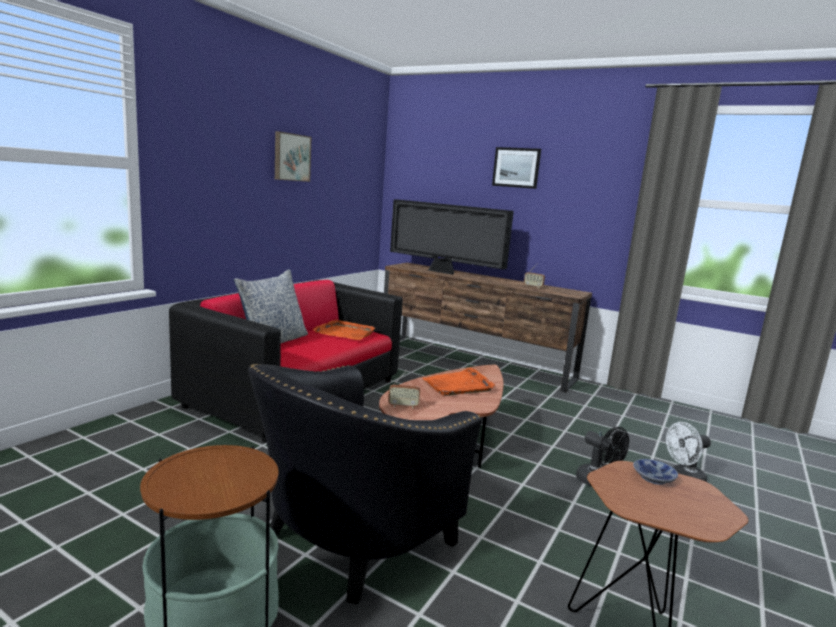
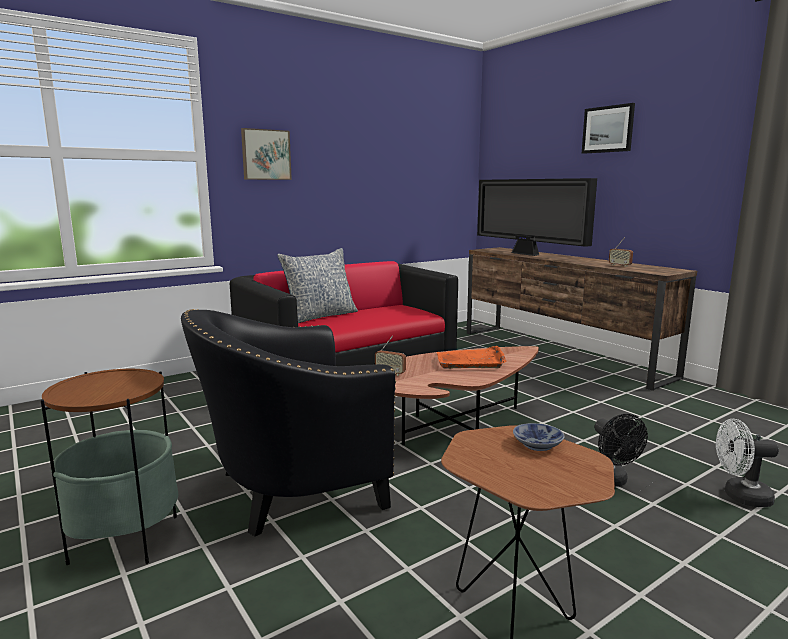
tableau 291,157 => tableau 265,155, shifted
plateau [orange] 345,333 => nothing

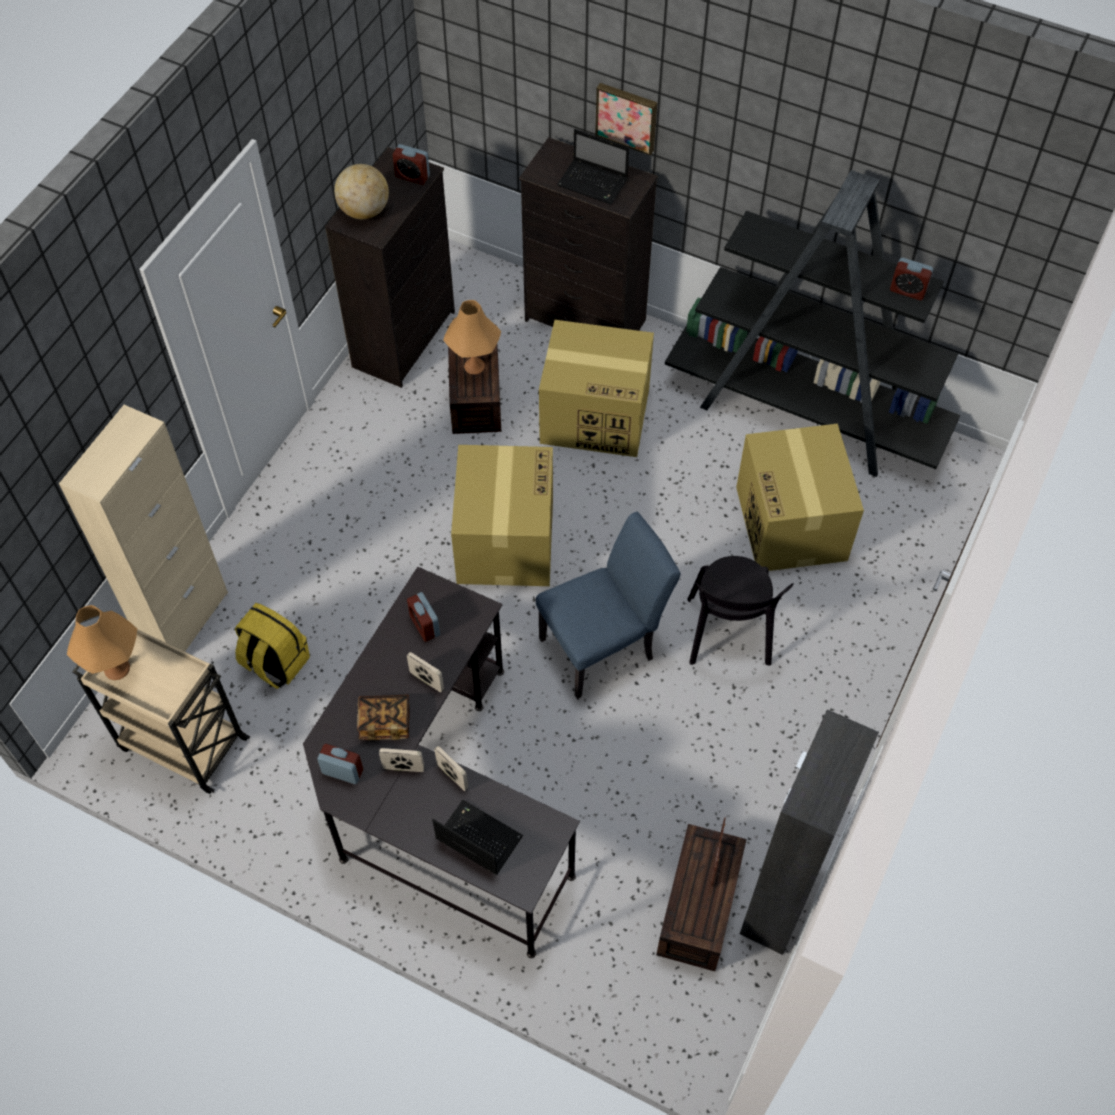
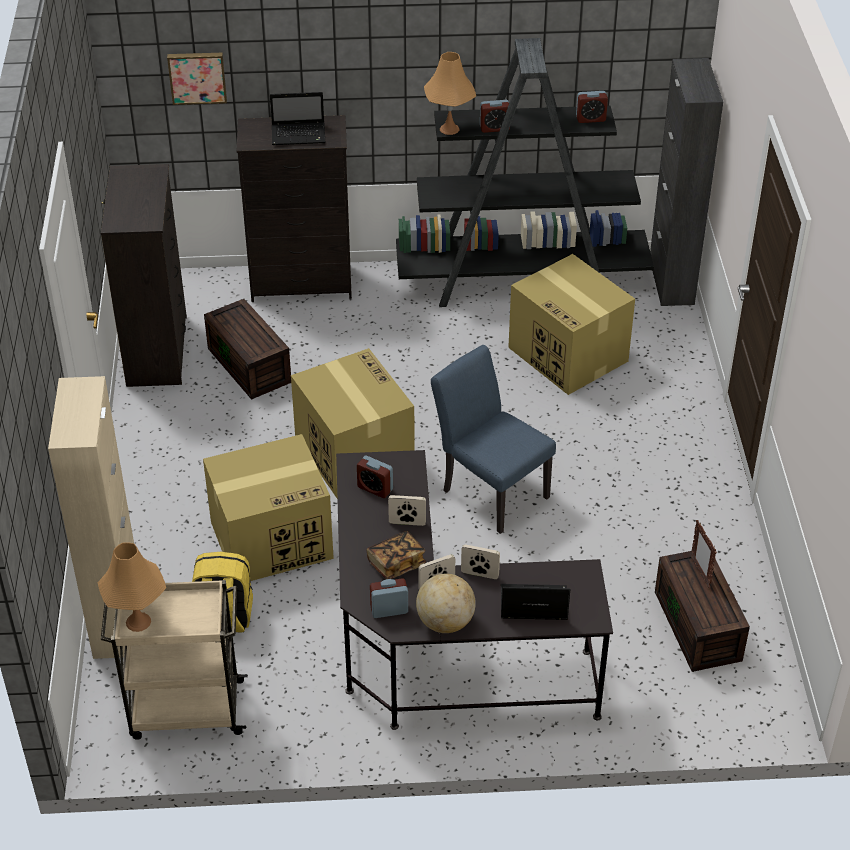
globe 364,211 => globe 445,622, shifted
réveil 412,176 => réveil 494,128, shifted
lampe de table [orange] 474,366 => lampe de table [orange] 449,129, shifted
chaise [bleu] 604,645 => chaise [bleu] 490,490, 75 degrees counterclockwise
carton 596,415 => carton 273,539, shifted
tableau 627,117 => tableau 197,77, shifted
chaise [noir] 728,635 => nothing
meuble de rangement [noir] 780,899 => meuble de rangement [noir] 671,282, shifted

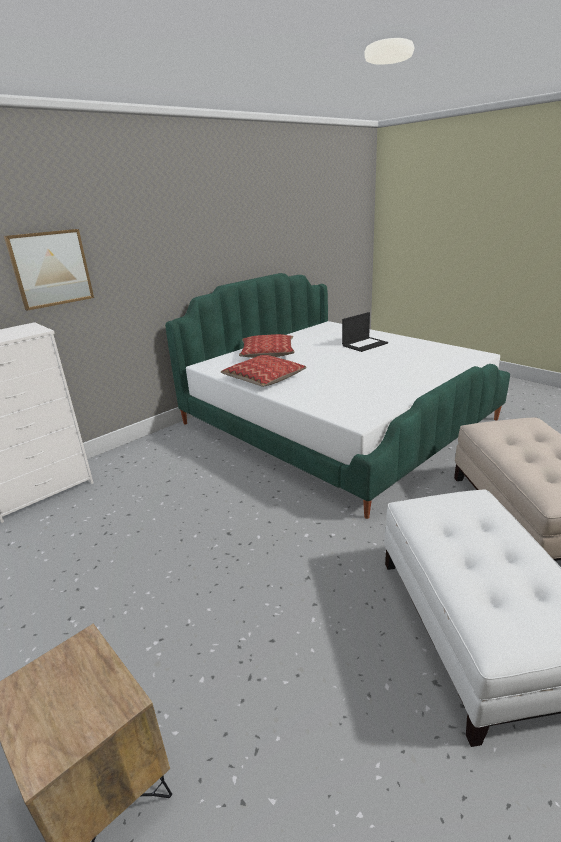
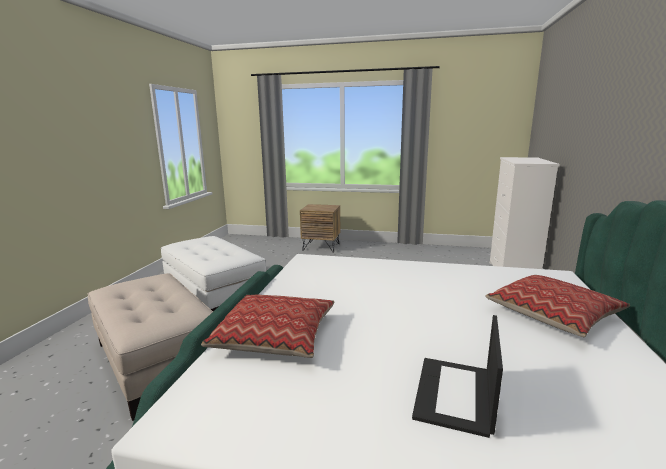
tableau 51,268 => nothing
coussin 264,378 => coussin 275,335, shifted

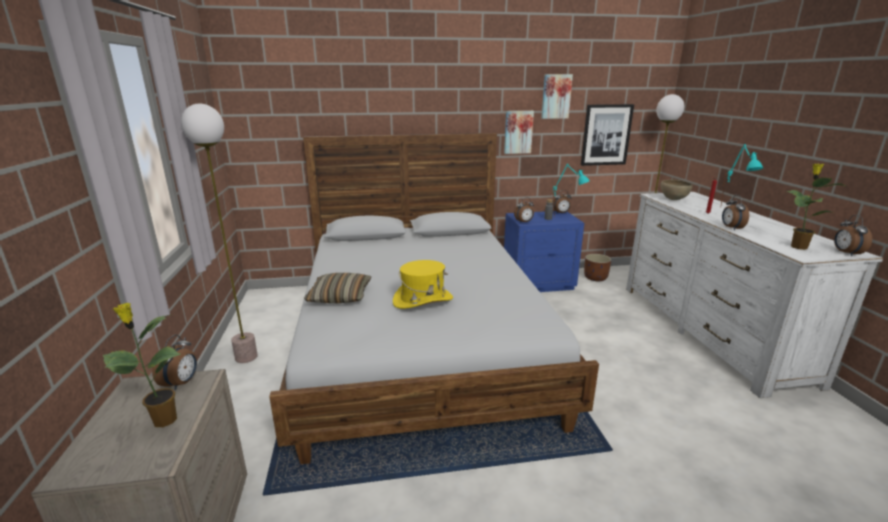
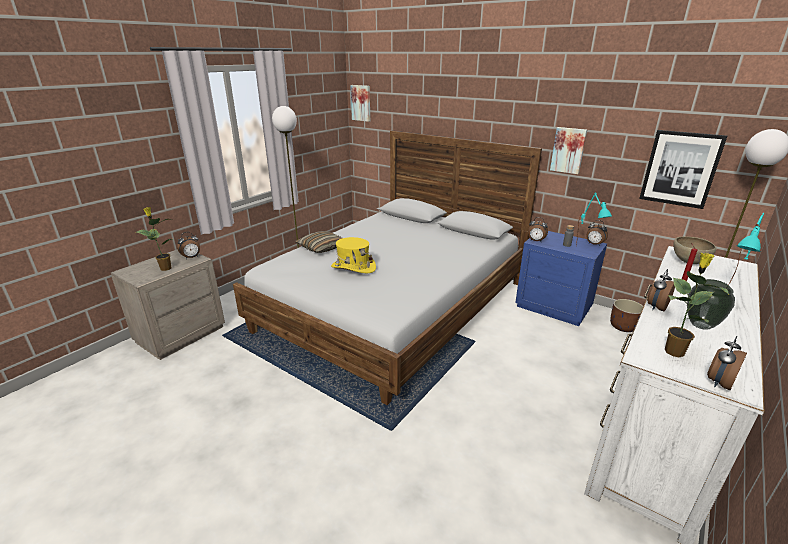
tableau 556,96 => tableau 361,103, shifted
nothing => vase 700,325

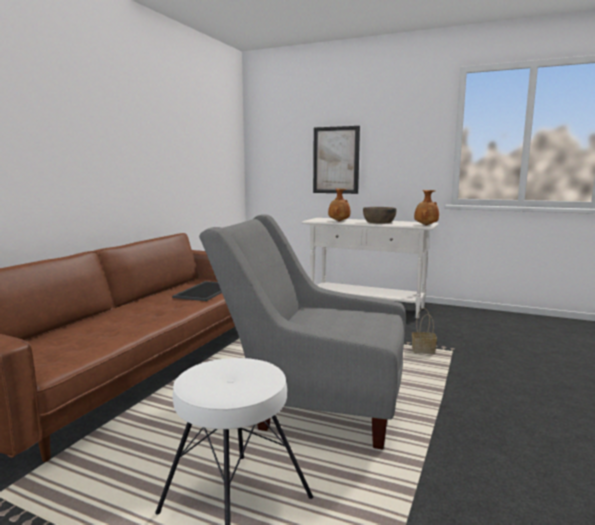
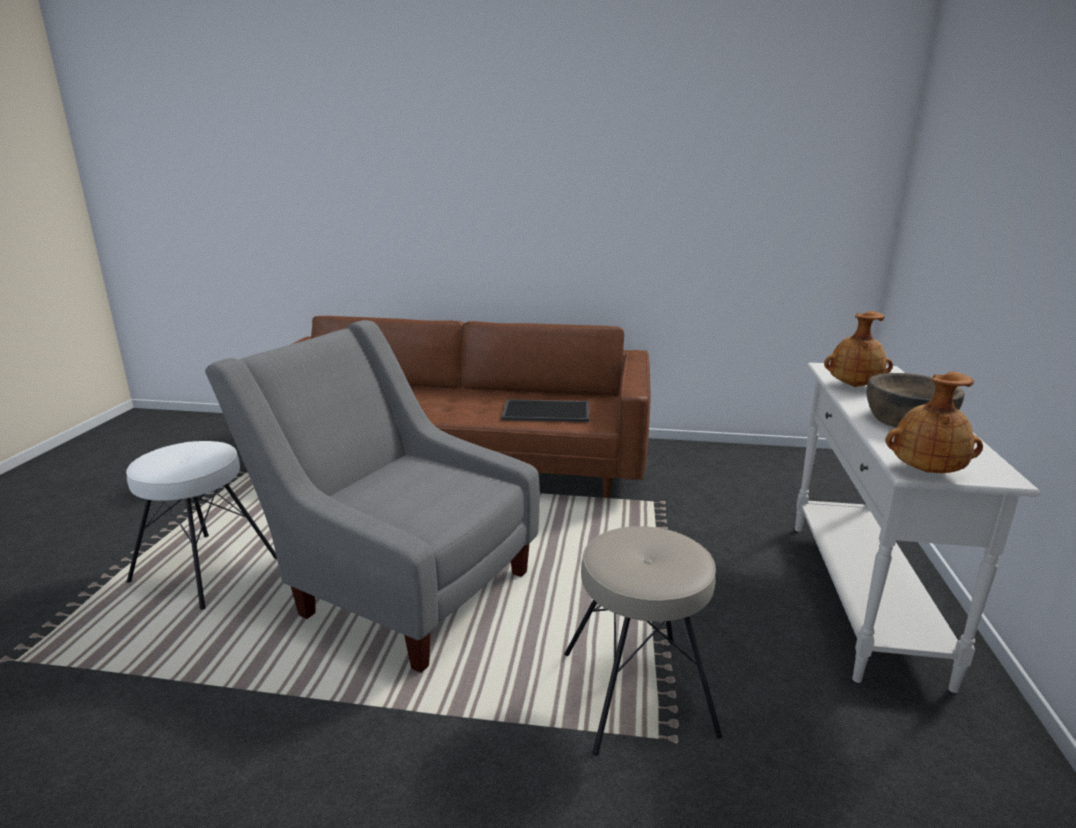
fauteuil [gris] 313,401 => fauteuil [gris] 398,585, 60 degrees counterclockwise
tableau 336,160 => nothing
panier 424,350 => tabouret [beige] 638,691

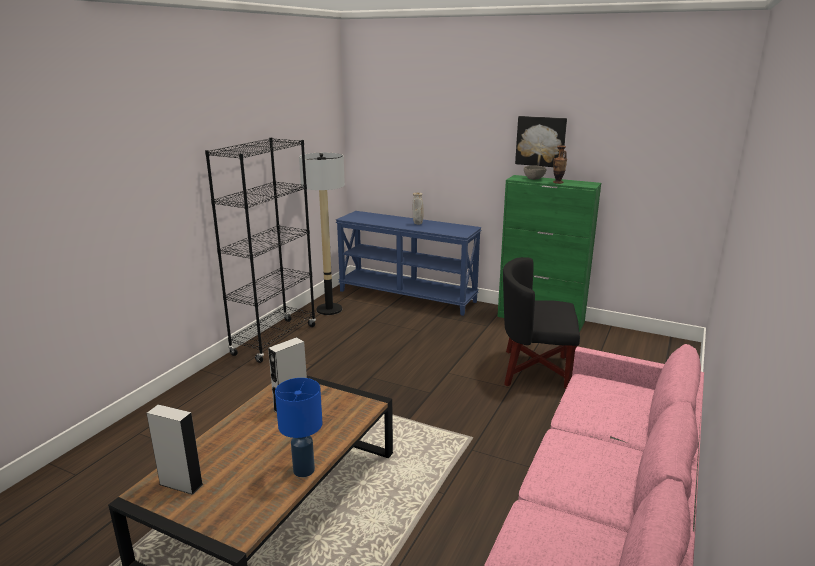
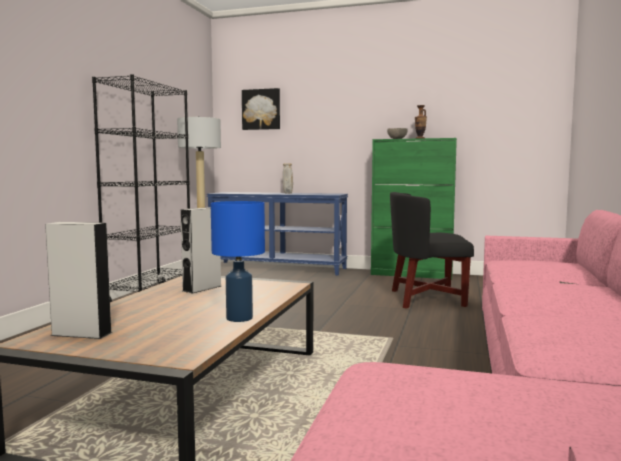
tableau 541,141 => tableau 261,109, shifted

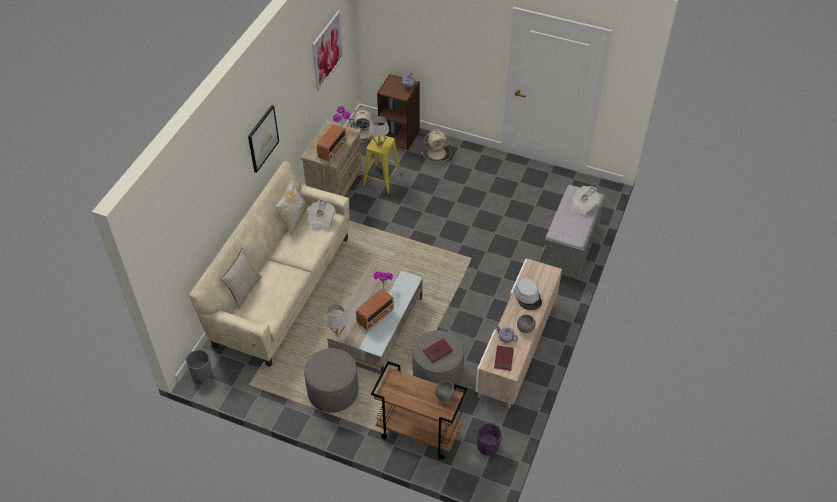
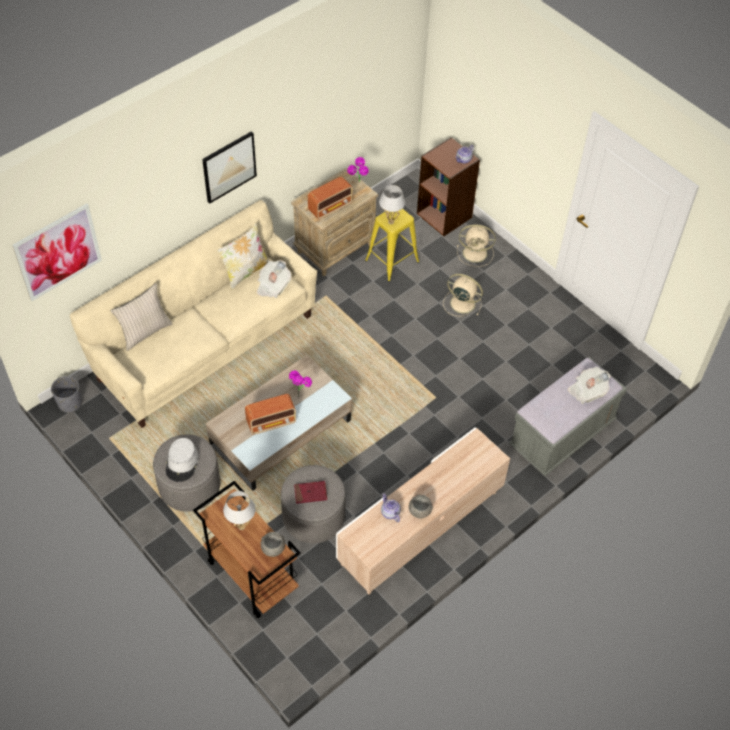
tableau 327,50 => tableau 58,252, shifted
lampe de table [blanc] 337,334 => lampe de table [blanc] 241,526, shifted
ventilateur [beige] 362,132 => ventilateur [beige] 461,303, shifted
cache-pot [violet] 488,446 => nothing
livre [rouge] 503,359 => nothing
chapeau [gris] 527,297 => chapeau [gris] 182,463, shifted

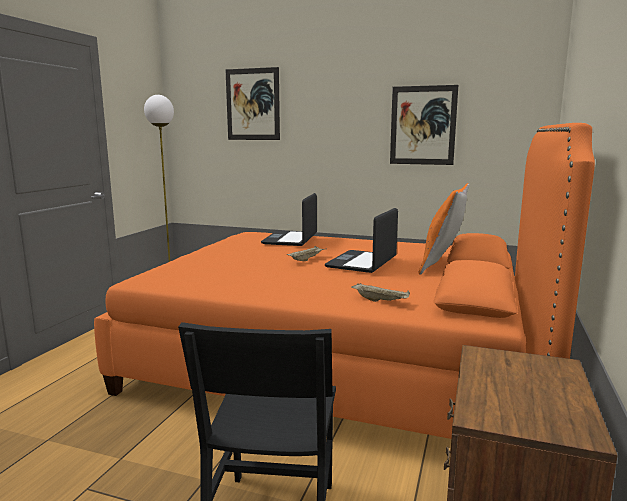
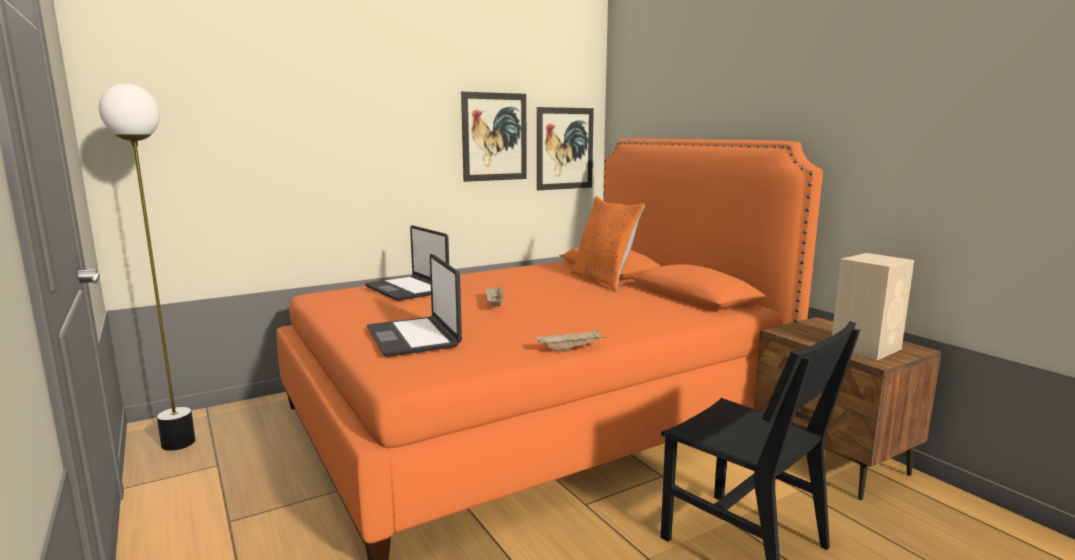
tableau 252,104 => tableau 565,148, shifted
ordinateur portable 362,263 => ordinateur portable 414,337, shifted
plateau [beige] 381,301 => plateau [beige] 571,349, shifted
nothing => enceinte [beige] 866,348

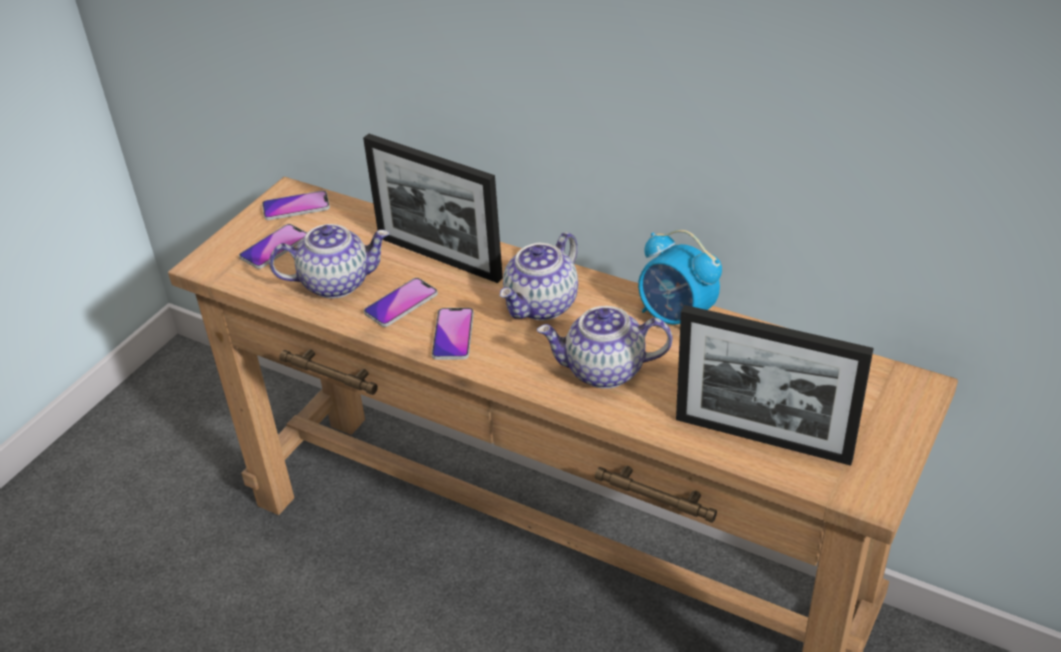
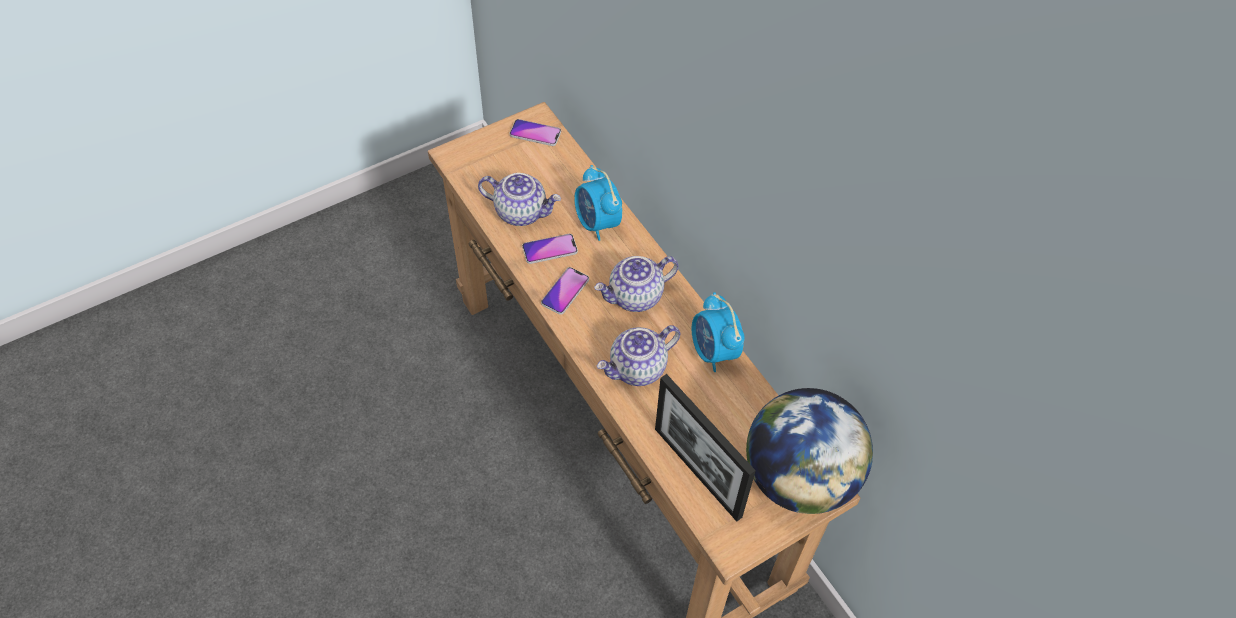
téléphone 274,247 => nothing
cadre photo 439,258 => réveil 597,223
théière 604,371 => théière 637,369, 60 degrees counterclockwise
nothing => globe 799,477

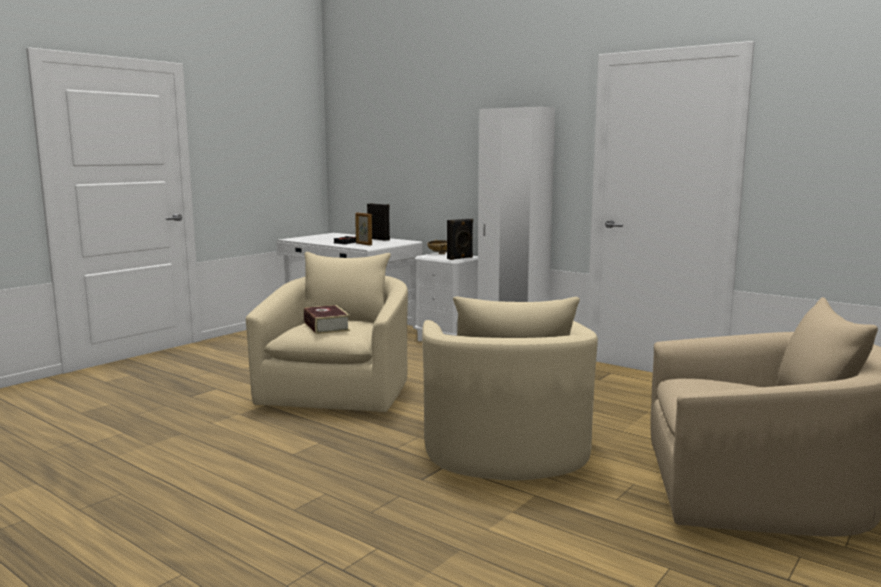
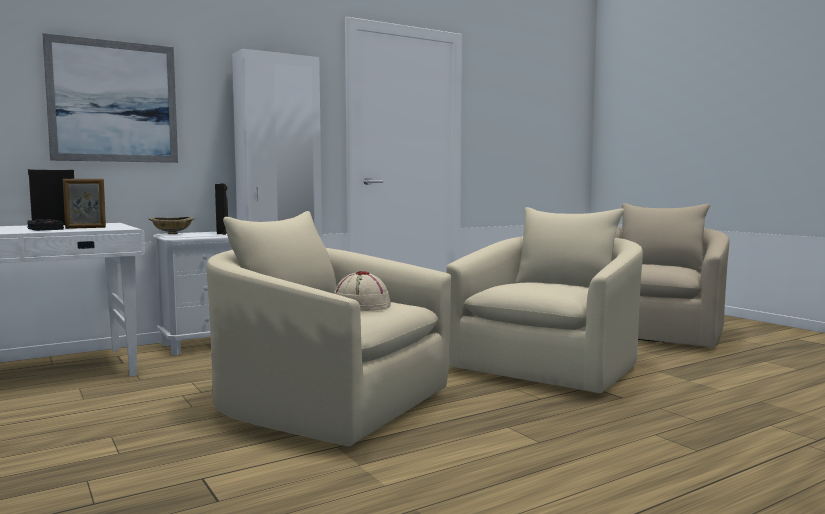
livre 326,326 => chapeau [beige] 360,305
fauteuil [beige] 503,446 => fauteuil [beige] 551,366, 75 degrees counterclockwise
nothing => tableau 113,102

